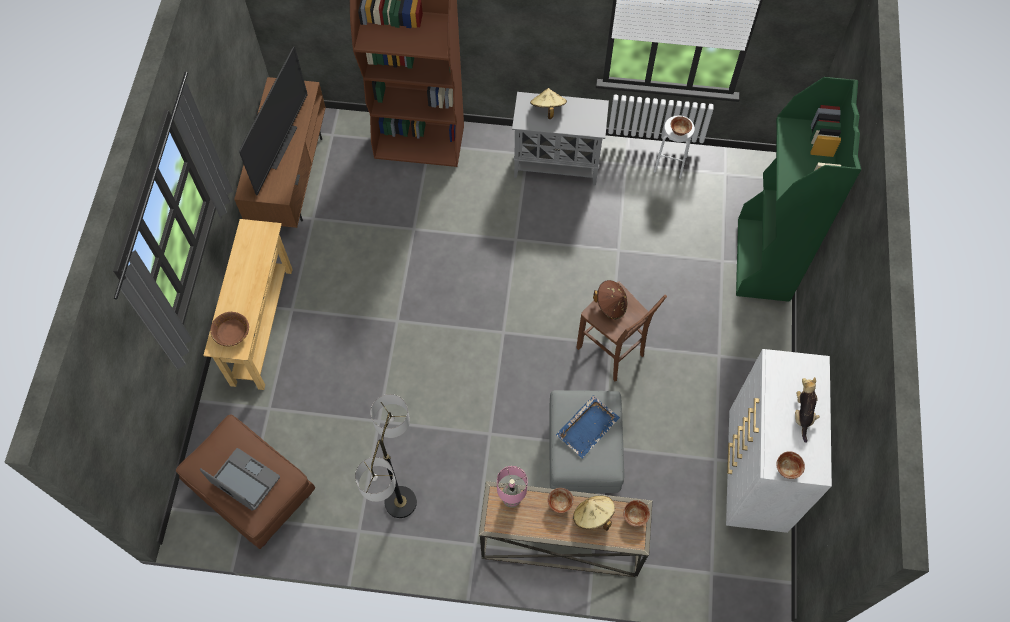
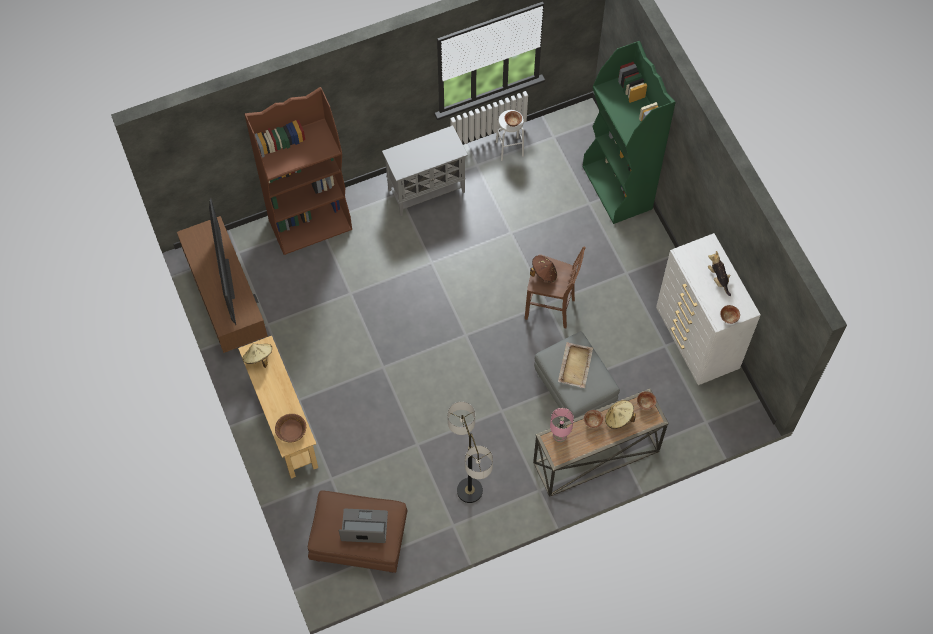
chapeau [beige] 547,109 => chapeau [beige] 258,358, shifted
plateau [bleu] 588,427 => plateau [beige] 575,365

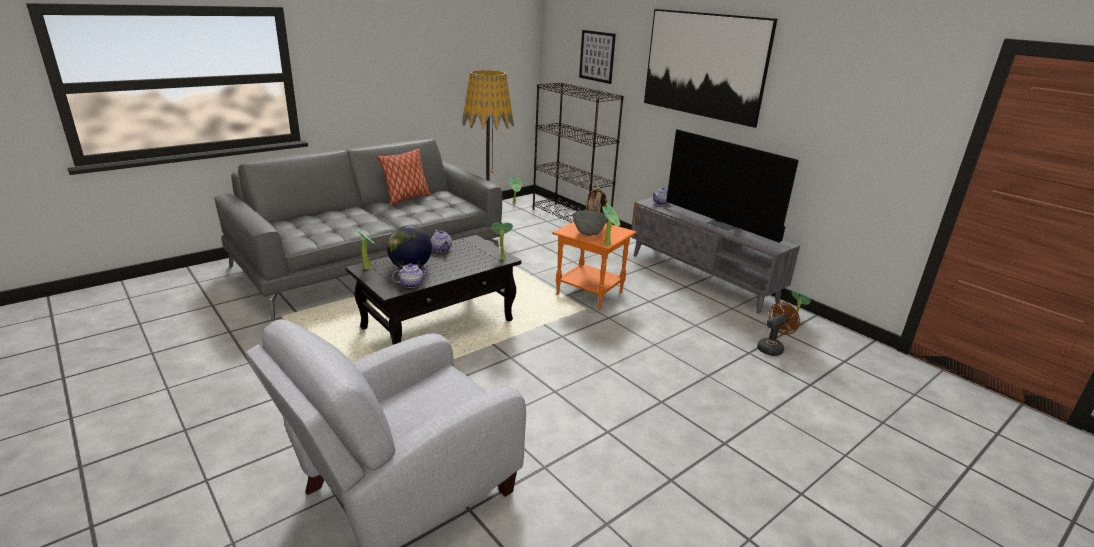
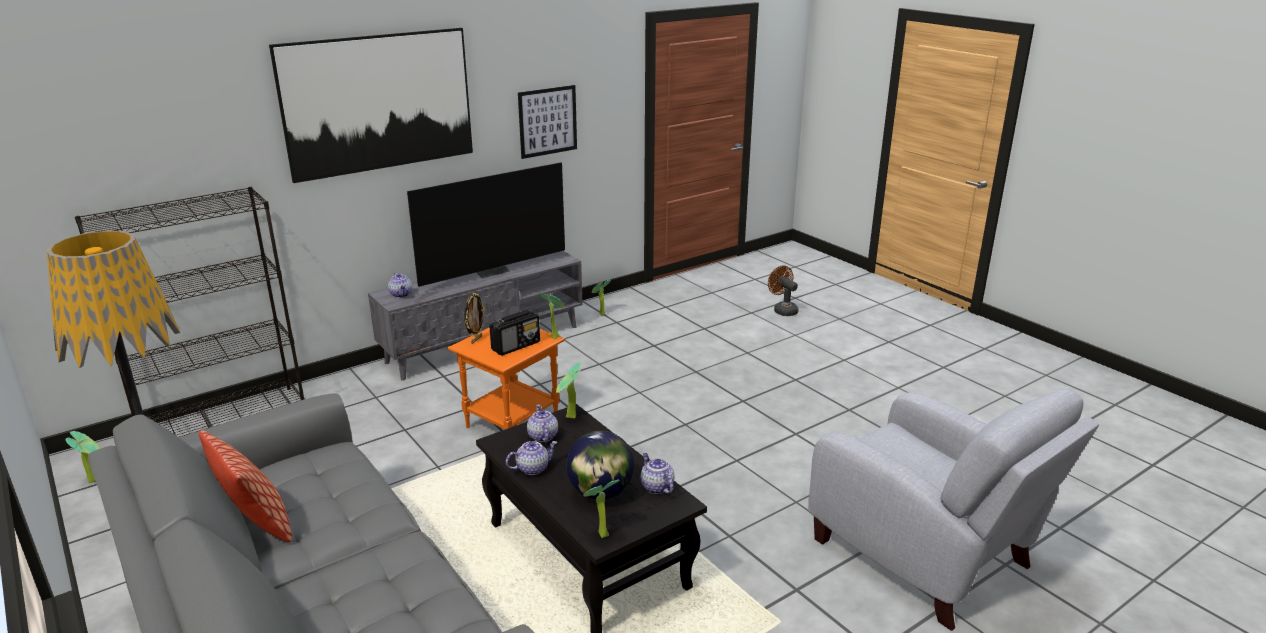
bol [gris] 589,234 => radio 516,346
tableau 597,56 => tableau 547,121, shifted
ventilateur [marron] 772,348 => ventilateur [marron] 782,310, shifted
nothing => théière 542,436

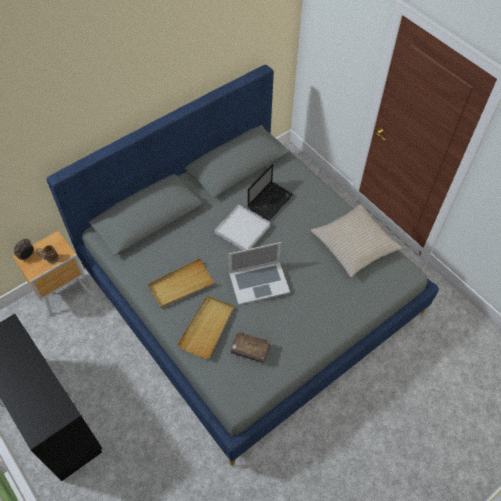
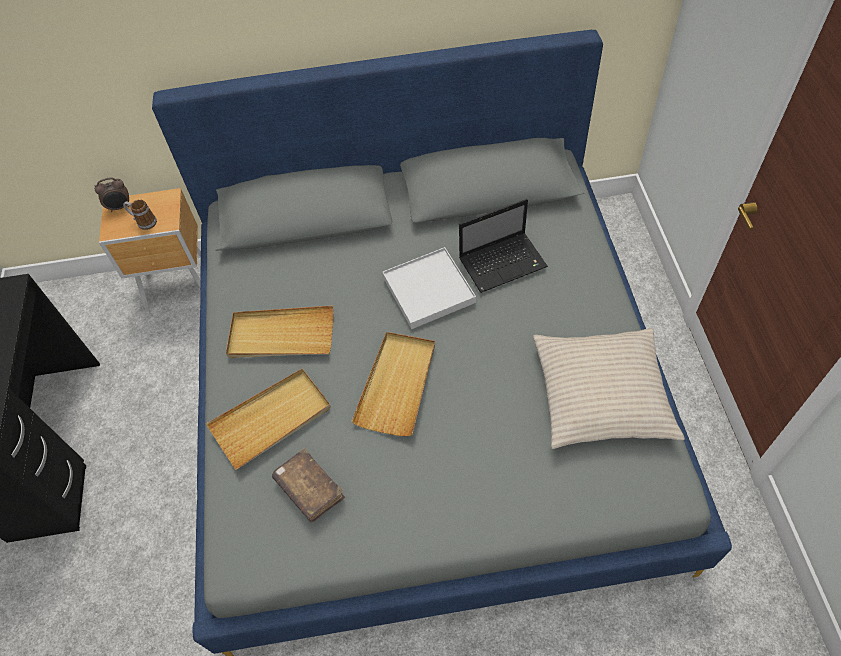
ordinateur portable 259,282 => plateau [beige] 397,384

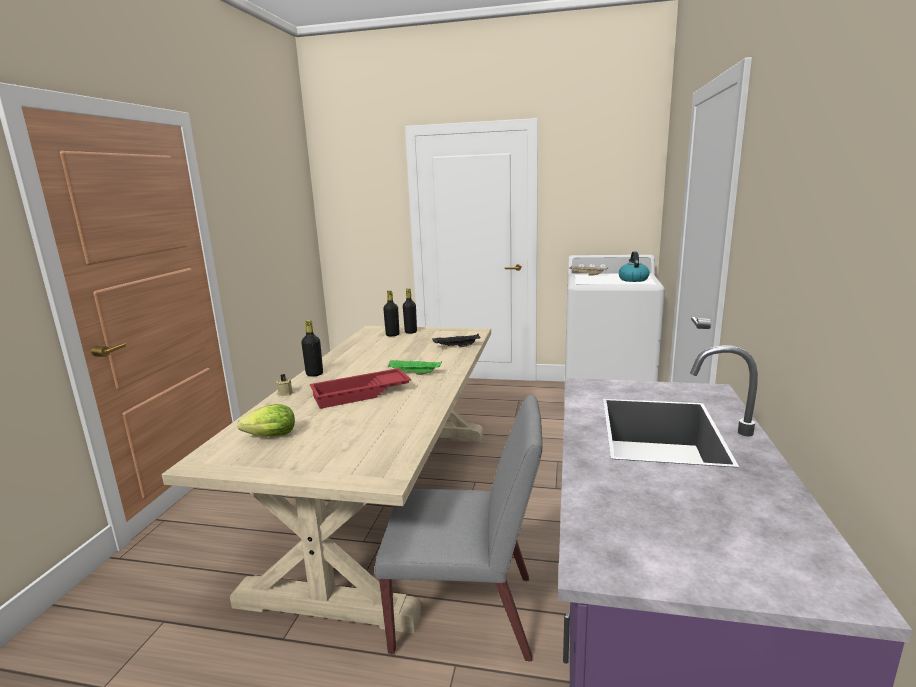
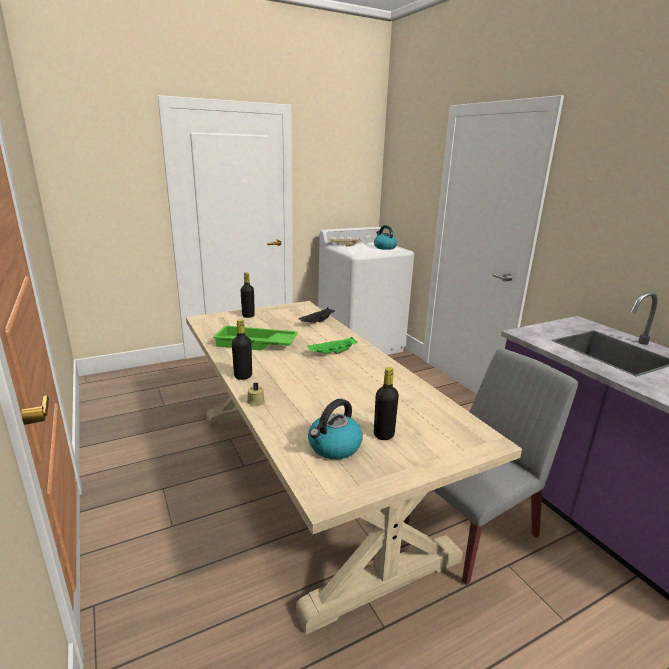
laitue 268,437 => bouilloire 334,447
plateau [rouge] 361,394 => nothing
bouteille [noir] 392,335 => bouteille [noir] 384,435, shifted
nothing => plateau [vert] 255,344

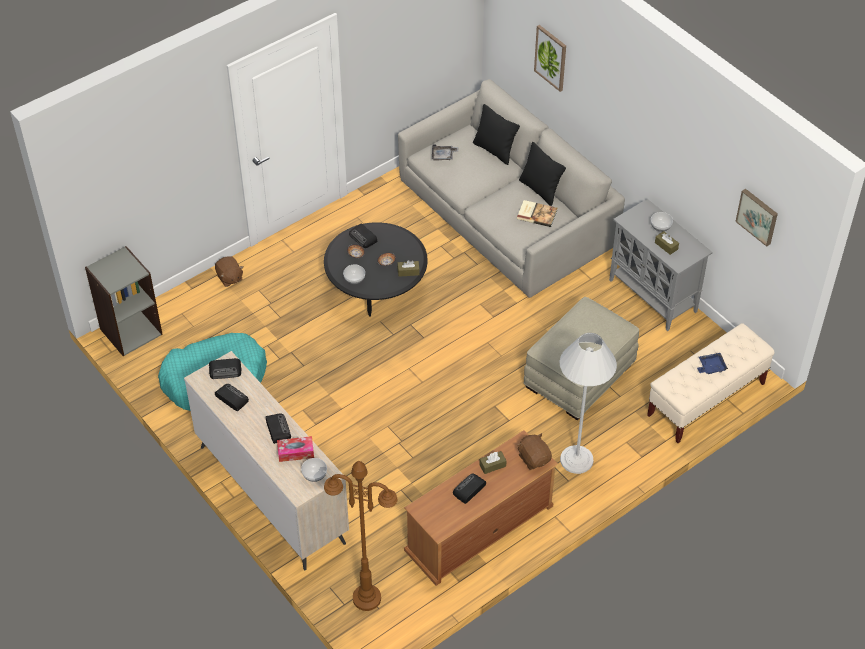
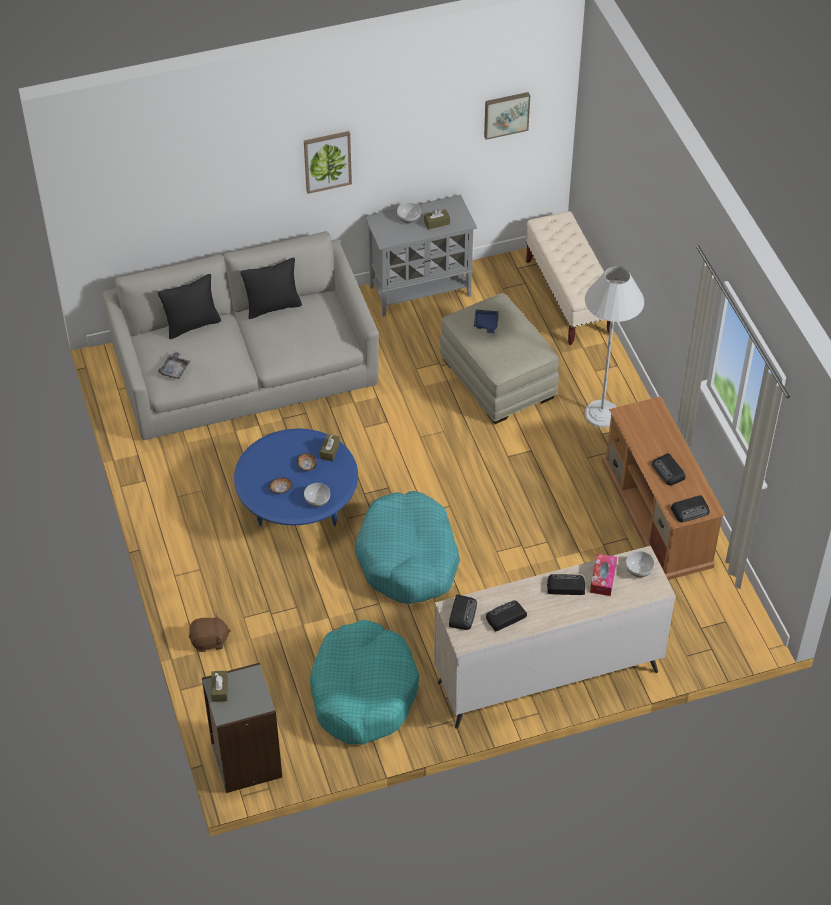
table basse [noir] 376,289 => table basse [bleu] 298,508
lampadaire [marron] 366,598 => nothing
radio 363,238 => radio 690,511, shifted
boîte à mouchoirs [marron] 492,465 => boîte à mouchoirs [marron] 220,689, shifted
livre 536,214 => nothing
peluche [marron] 534,458 => nothing
tableau 551,57 => tableau 327,161, shifted
plateau [bleu] 711,367 => plateau [bleu] 486,324, shifted
nothing => panier pour chien [turquoise] 408,558

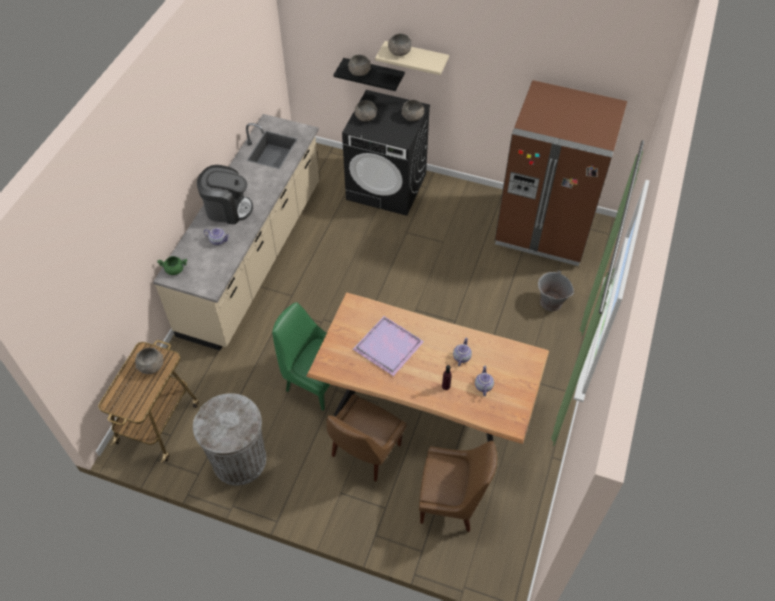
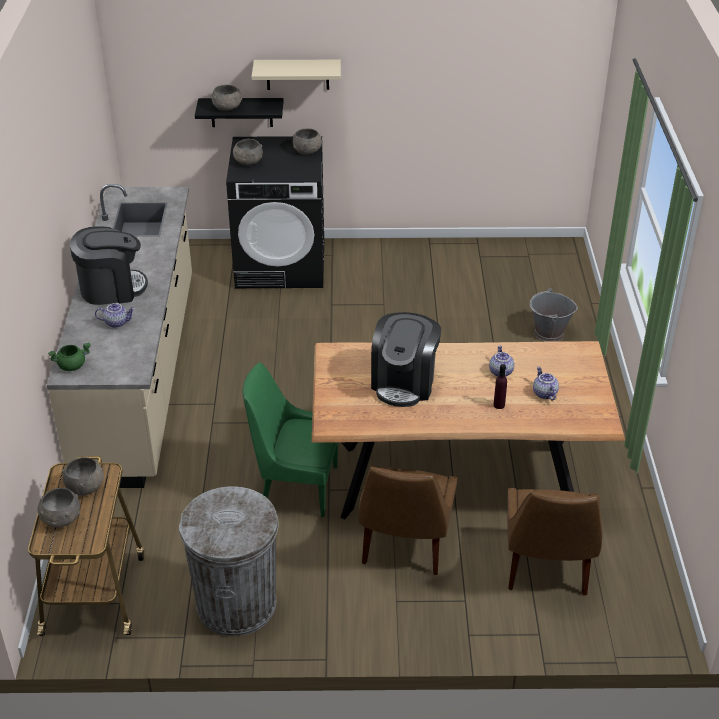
plateau [violet] 389,346 => machine à café 404,383
bol [gris] 399,52 => bol [gris] 61,519, shifted
chaise [marron] 451,502 => chaise [marron] 546,569, 105 degrees clockwise
réfrigérateur [marron] 544,230 => nothing

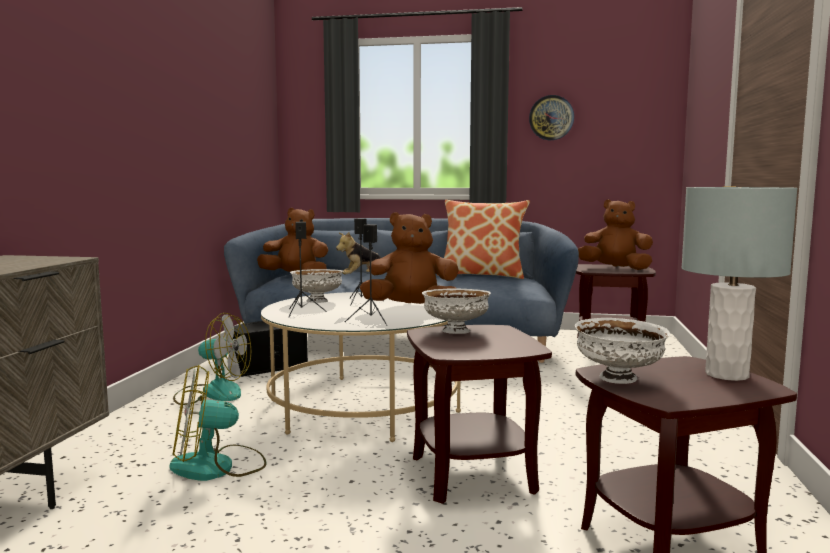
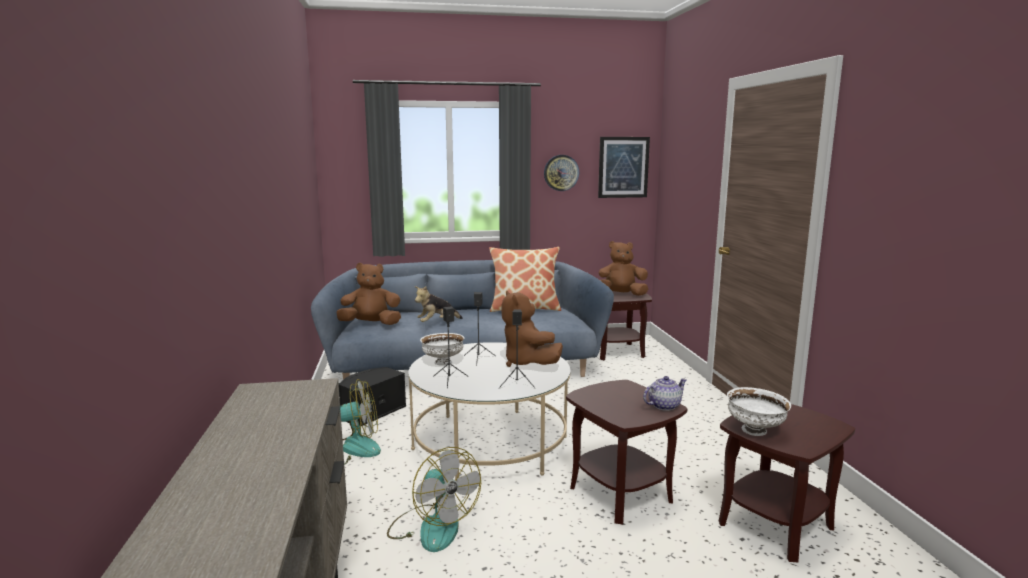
ventilateur 217,467 => ventilateur 432,526, 90 degrees counterclockwise
peluche [marron] 411,308 => peluche [marron] 527,363, 90 degrees counterclockwise
bol [blanc] 455,331 => nothing
lampe de table [gris] 726,374 => nothing
nothing => tableau 623,167
nothing => théière 663,406

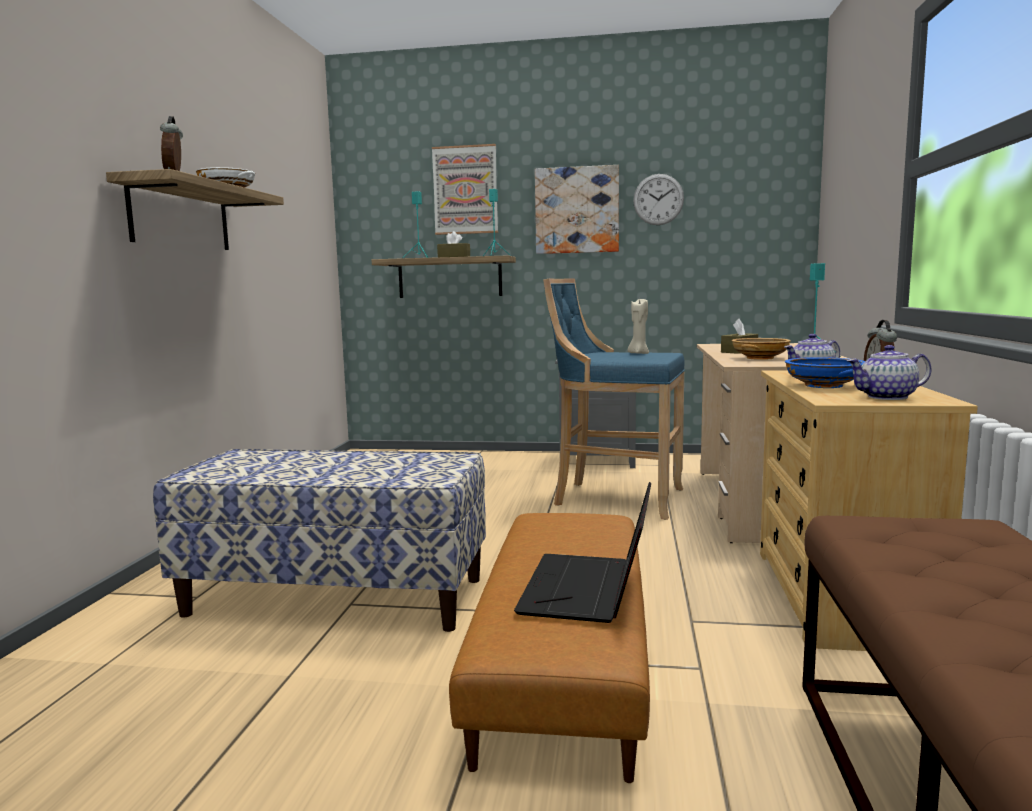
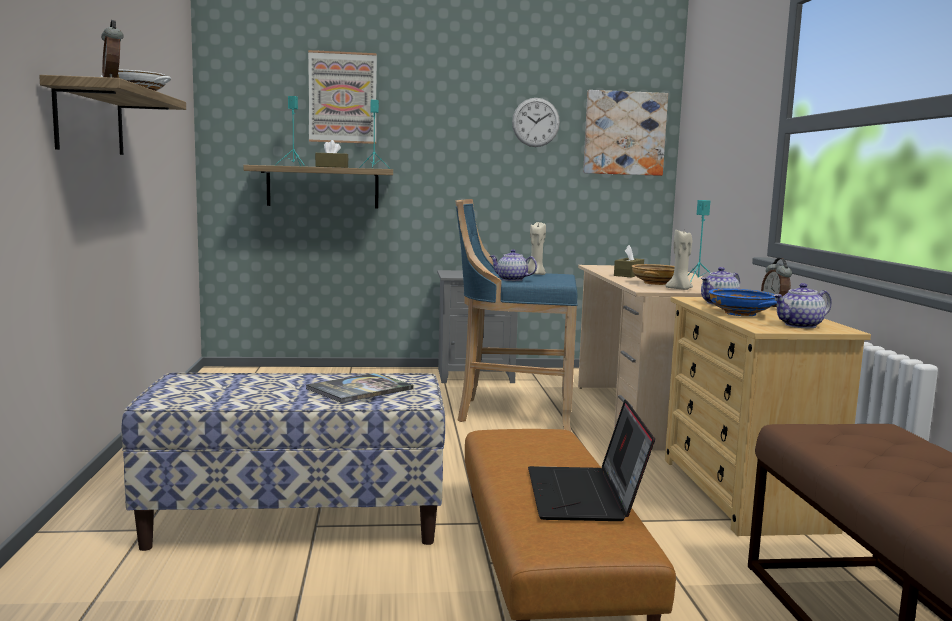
tableau 577,210 => tableau 624,133, shifted
nothing => livre 359,389
nothing => théière 511,279
nothing => bougie [beige] 680,289

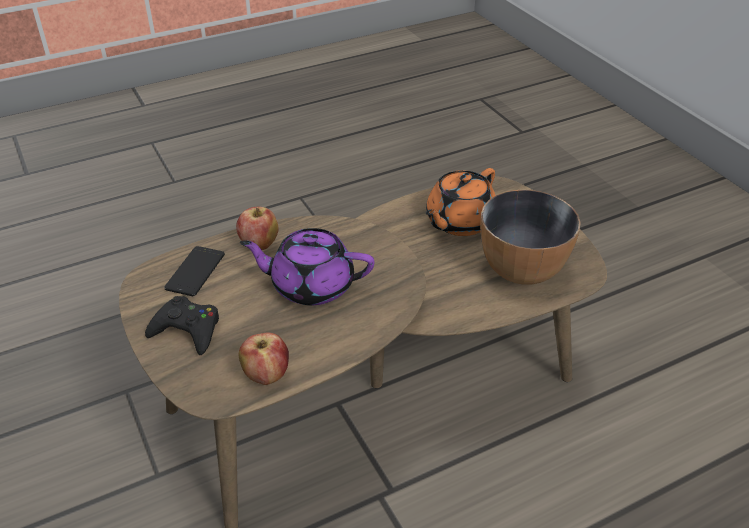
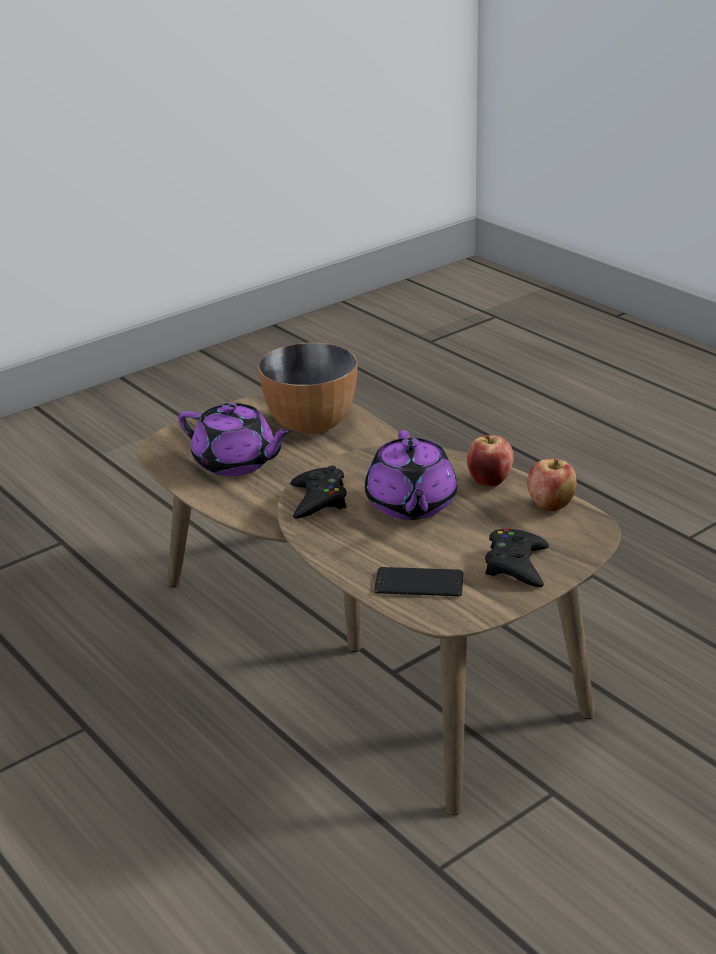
pomme 259,245 => pomme 489,481, shifted
théière [orange] 459,222 => théière [violet] 236,463
nothing => manette [noir] 319,499

